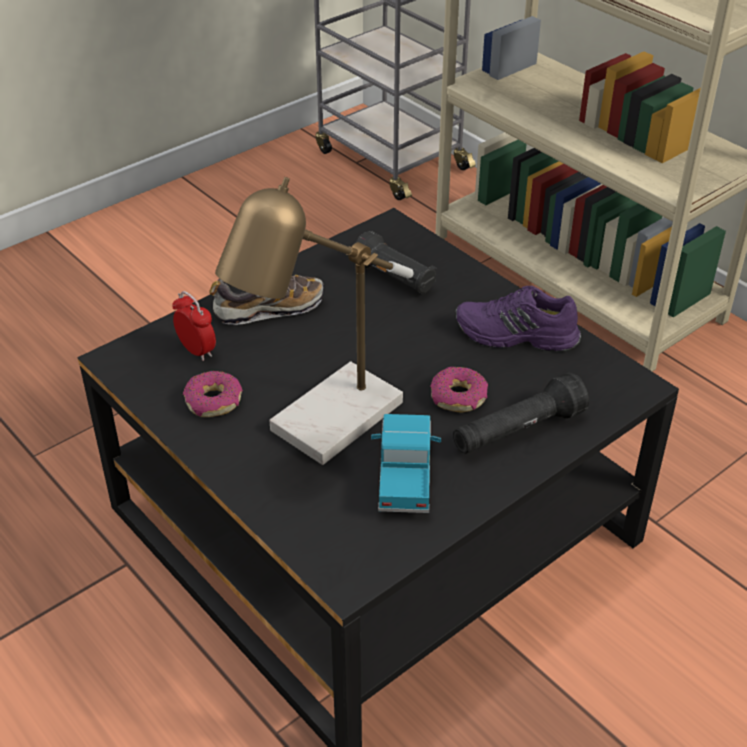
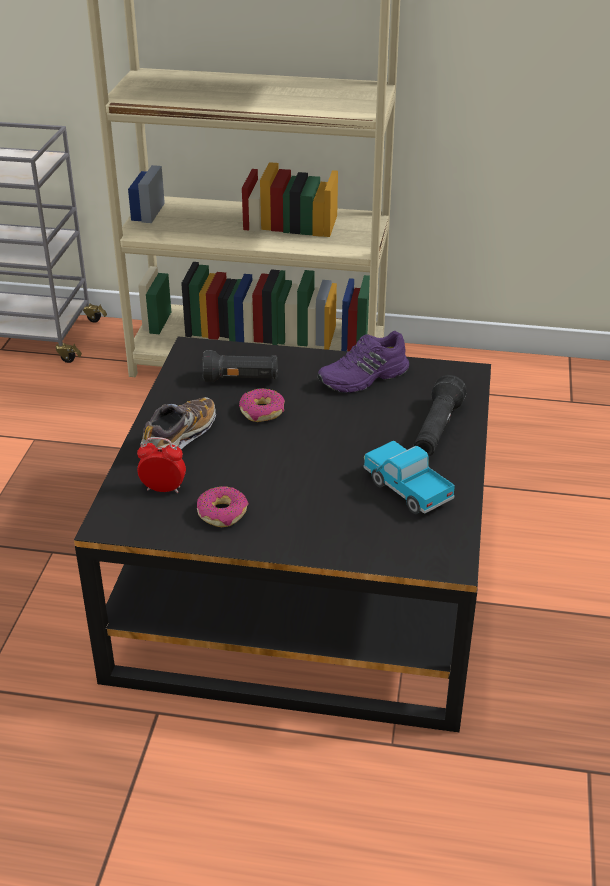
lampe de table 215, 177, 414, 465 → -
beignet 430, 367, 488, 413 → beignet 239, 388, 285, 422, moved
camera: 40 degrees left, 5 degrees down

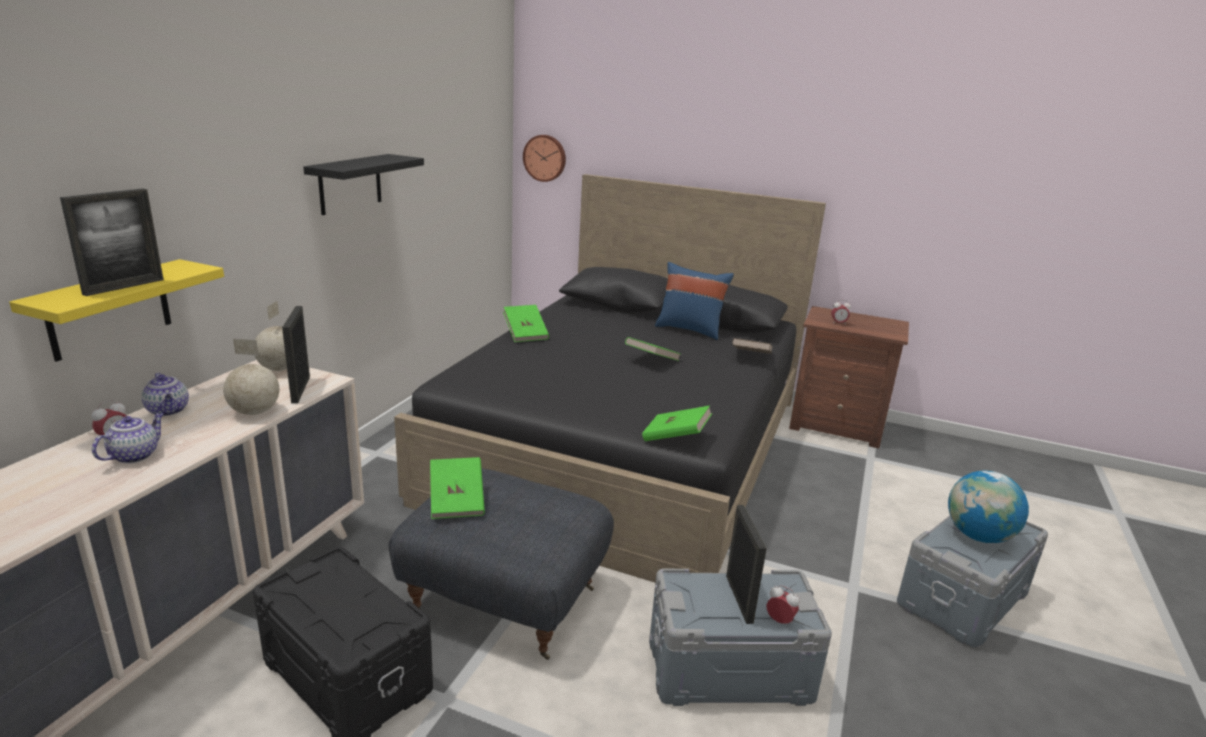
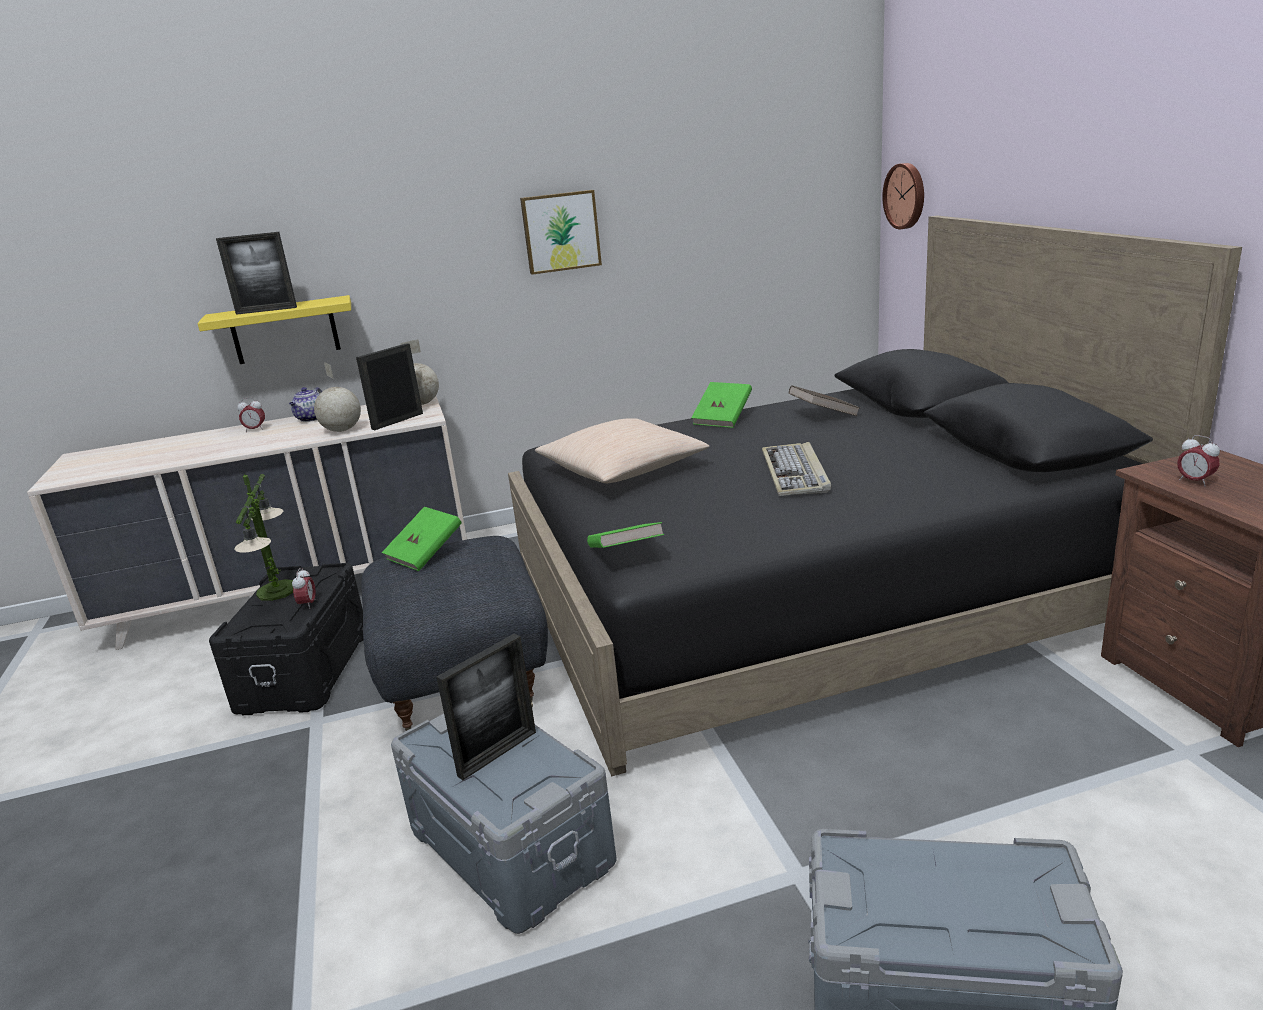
étagère (noir) 303, 154, 424, 215 → tableau 520, 190, 602, 275
coussin (bleu) 655, 262, 734, 340 → -
livre (vert) 625, 337, 680, 361 → clavier 762, 442, 831, 496
livre (marron) 732, 338, 773, 354 → livre (marron) 789, 385, 860, 416, moved
théière 92, 413, 164, 464 → -
globe 948, 470, 1029, 543 → -
réveil 767, 585, 799, 624 → réveil 292, 568, 316, 609, moved
- → coussin (beige) 535, 418, 710, 483
- → lampe de table 234, 474, 293, 601
camera: 55 degrees right, 0 degrees up

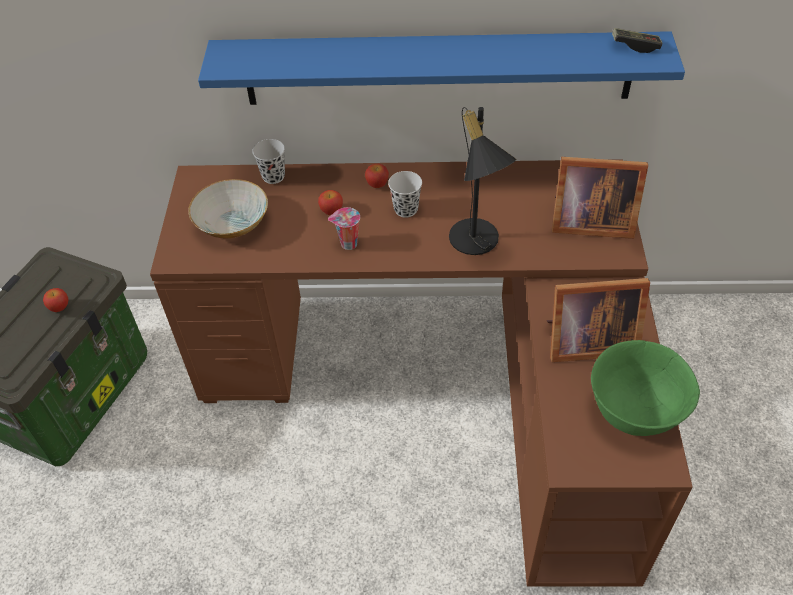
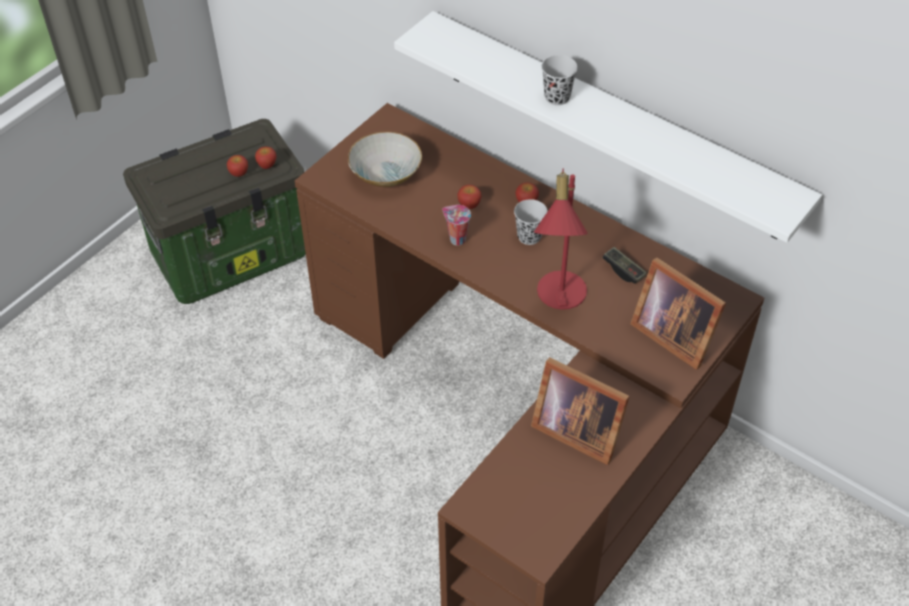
manette 612, 28, 662, 53 → manette 602, 247, 647, 284, moved
étagère (bleu) 198, 31, 685, 105 → étagère (blanc) 394, 11, 822, 243
lampe de table (noir) 449, 107, 516, 255 → lampe de table (rouge) 534, 168, 588, 310
tasse (noir) 252, 139, 285, 184 → tasse (noir) 542, 55, 578, 105, moved
bol (vert) 591, 340, 700, 436 → -
- → pomme 255, 147, 276, 169
camera: 35 degrees right, 0 degrees up

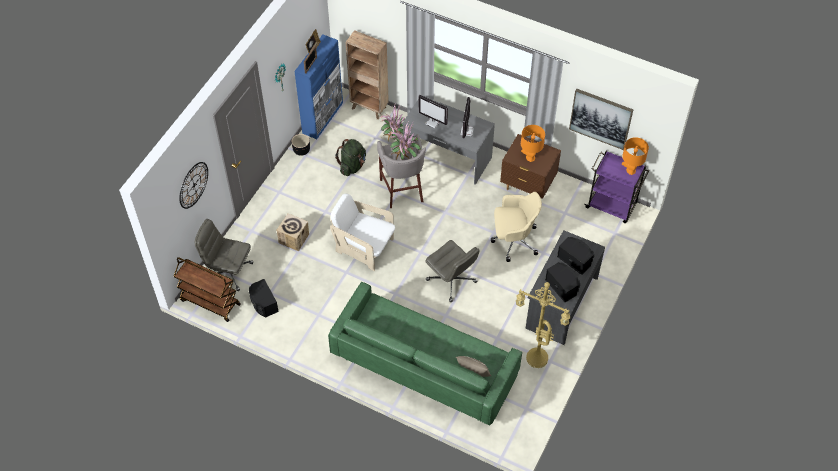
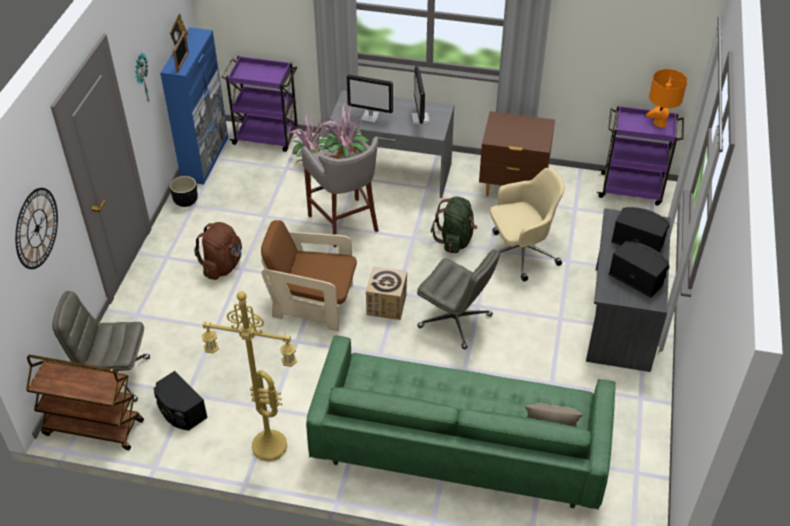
bibliothèque (marron) 346, 30, 389, 119 → chariot (violet) 222, 56, 298, 152
tableau 569, 88, 633, 150 → -
lampe de table (orange) 521, 125, 545, 162 → -
sac à dos (vert) 335, 139, 366, 176 → sac à dos (vert) 431, 197, 478, 253, moved
fauteuil (blanc) 330, 193, 395, 271 → fauteuil (marron) 261, 220, 357, 331
carton 276, 213, 309, 251 → carton 366, 266, 407, 320, moved
lampadaire (jaune) 516, 282, 570, 368 → lampadaire (jaune) 202, 291, 297, 462, moved
- → sac à dos (marron) 194, 222, 242, 280
camera: 15 degrees left, 10 degrees down

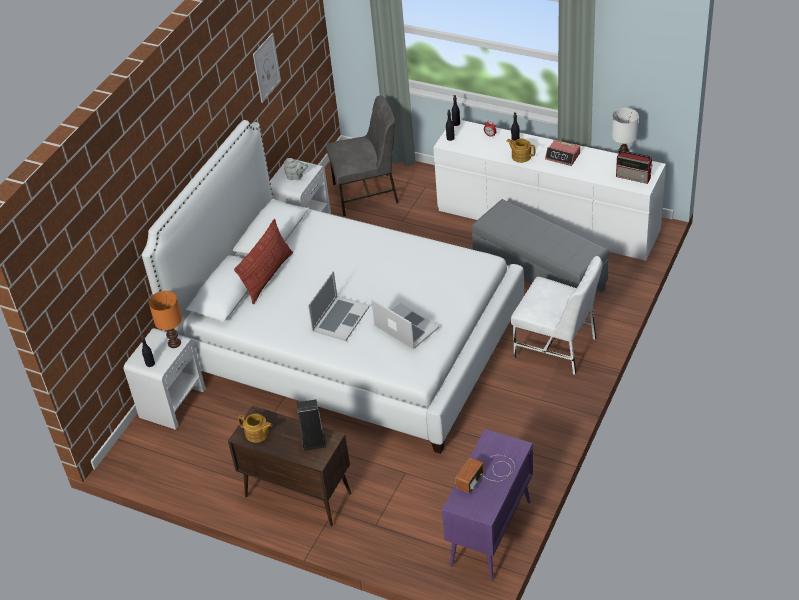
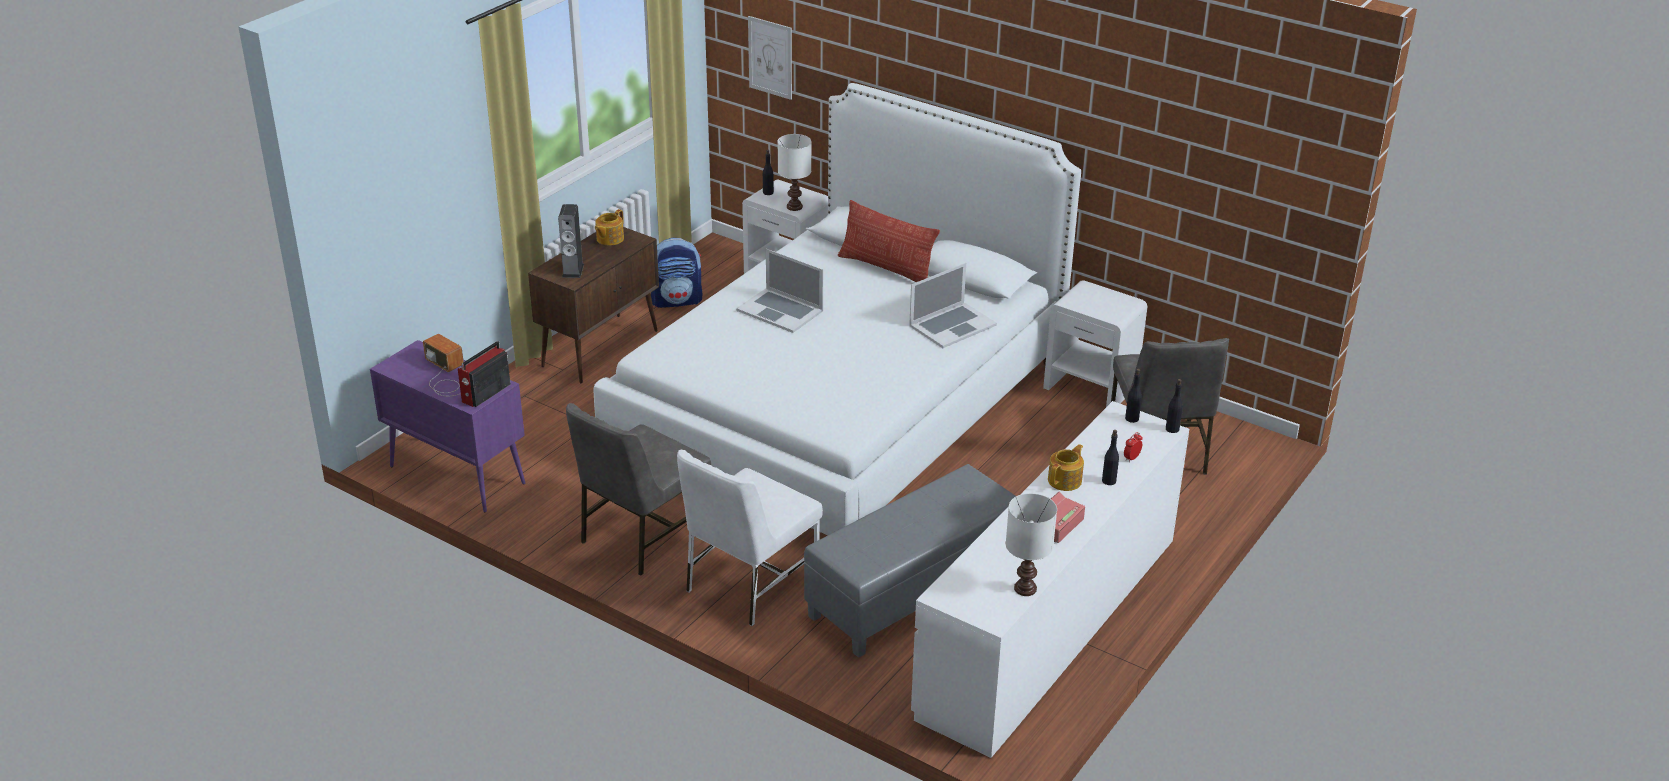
tableau 253, 33, 281, 103 → tableau 748, 16, 792, 100, moved
radio 616, 150, 653, 184 → radio 458, 341, 510, 407, moved
théière (gris) 284, 158, 308, 180 → -
lampe de table (orange) 149, 291, 182, 348 → lampe de table (blanc) 777, 134, 811, 211
ordinateur portable 371, 299, 439, 349 → ordinateur portable 909, 263, 997, 348, moved
- → sac à dos 651, 238, 702, 308
- → chaise (gris) 566, 403, 712, 576
camera: 95 degrees right, 10 degrees down

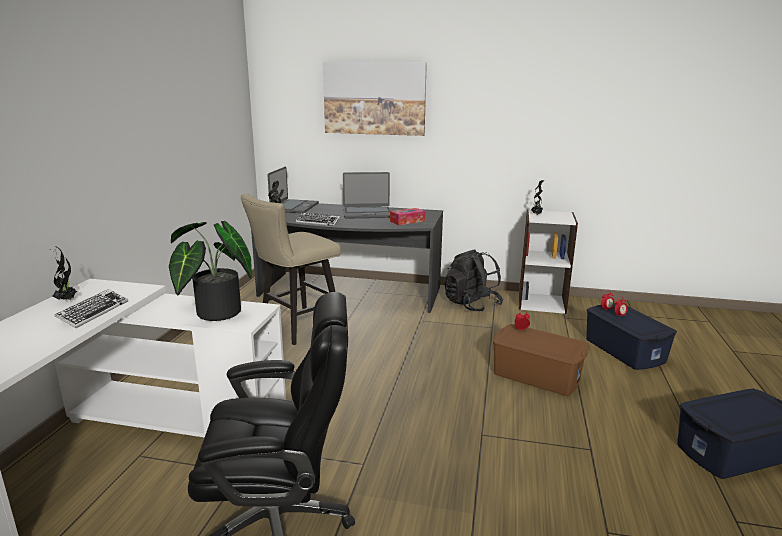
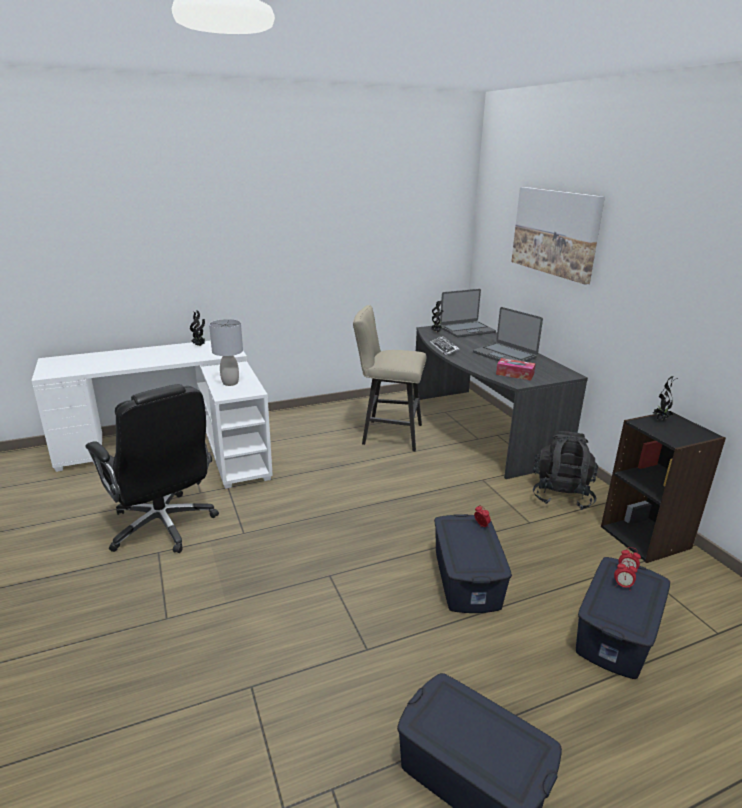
bibliothèque (blanc) 519, 210, 578, 314 → bibliothèque (noir) 601, 411, 726, 563
plante en pot 169, 221, 252, 321 → lampe de table (gris) 209, 319, 243, 386
clavier 55, 289, 128, 328 → -
boîte de rangement (marron) 493, 324, 589, 396 → boîte de rangement (bleu) 434, 514, 512, 613
camera: 55 degrees right, 5 degrees up

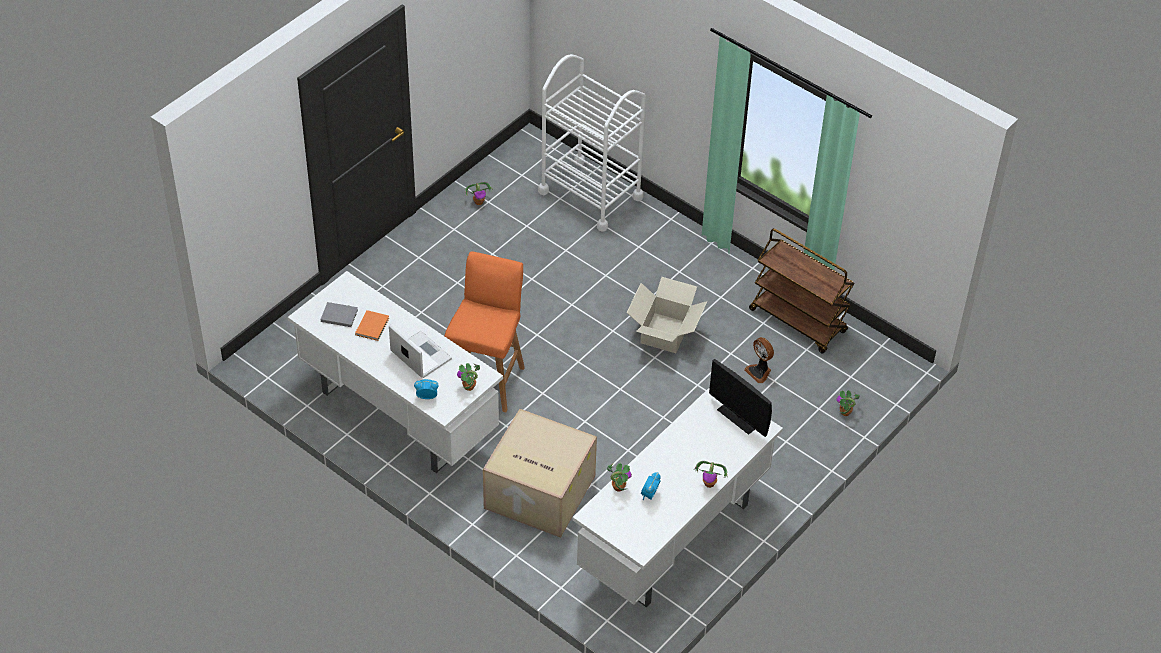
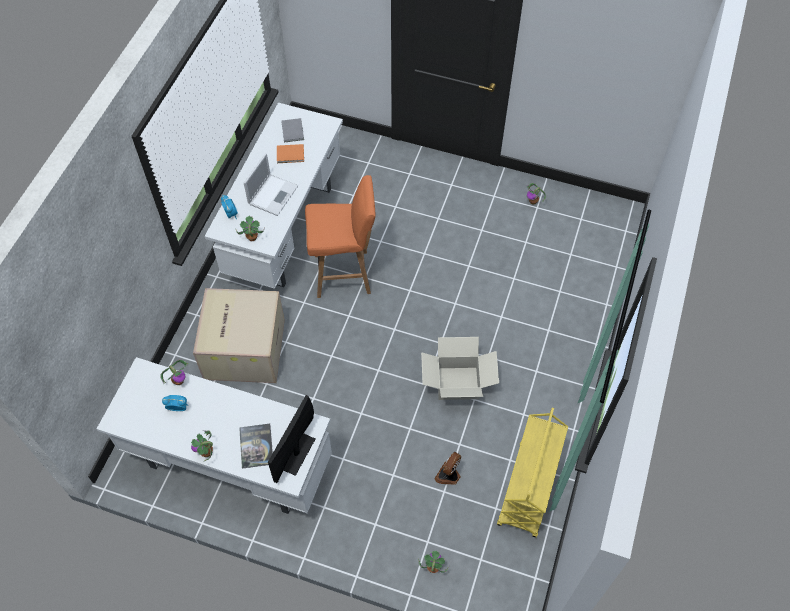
chariot (blanc) 538, 54, 646, 232 → -
chariot (marron) 749, 228, 855, 354 → chariot (jaune) 497, 408, 568, 537
- → livre 239, 424, 273, 469
camera: 70 degrees right, 10 degrees up

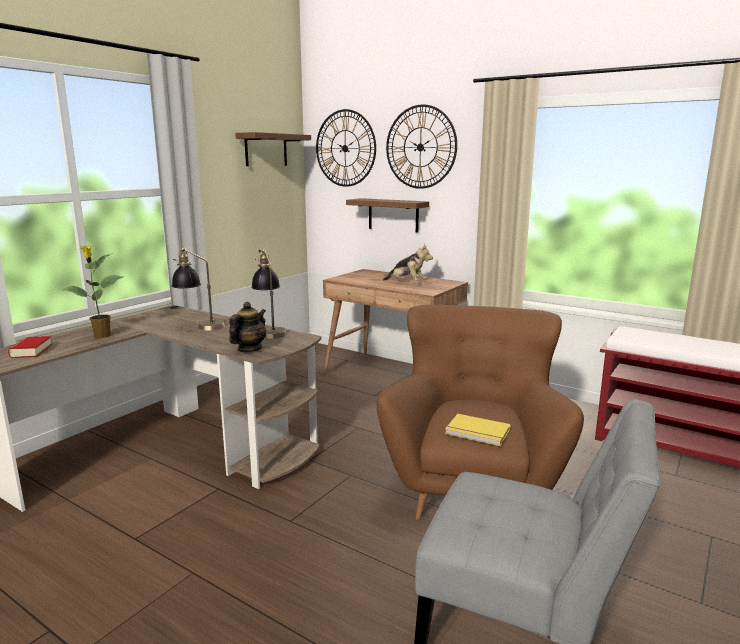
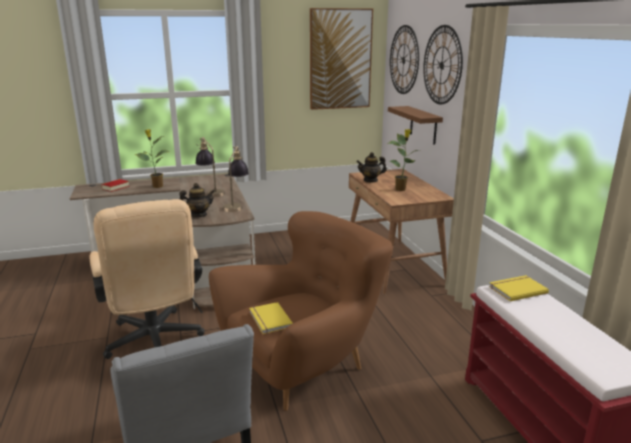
étagère (marron) 235, 132, 311, 166 → tableau 310, 8, 373, 110
peluche 383, 244, 433, 281 → plante en pot 387, 129, 419, 191
- → théière 356, 152, 387, 182
- → chaise de bureau (beige) 90, 199, 204, 359
- → livre (jaune) 489, 275, 549, 301
camera: 40 degrees right, 5 degrees up

